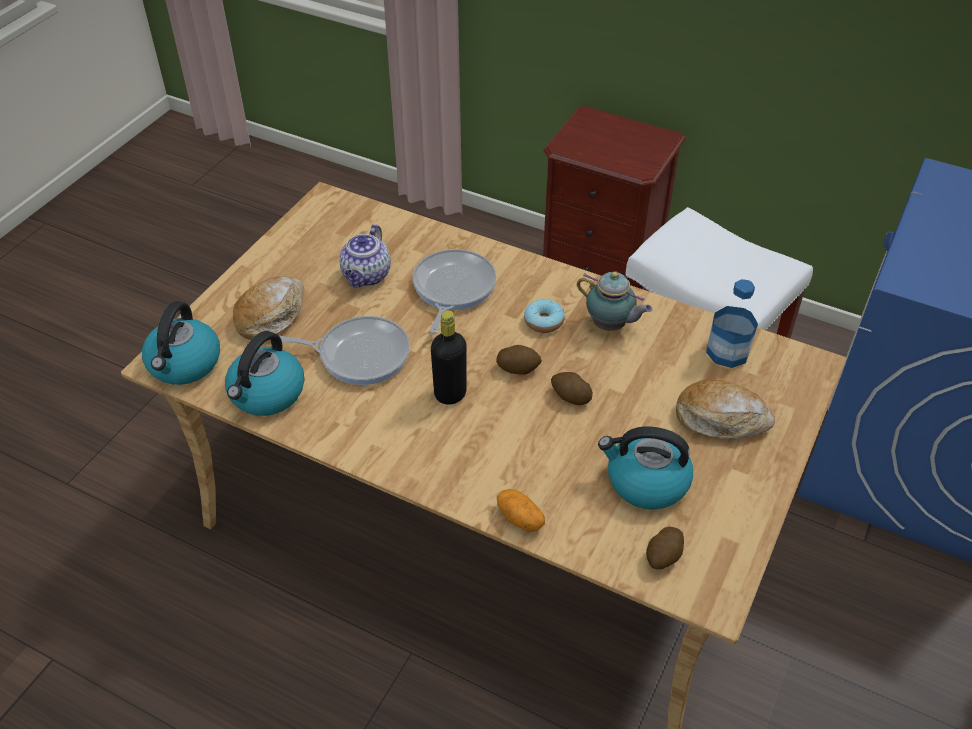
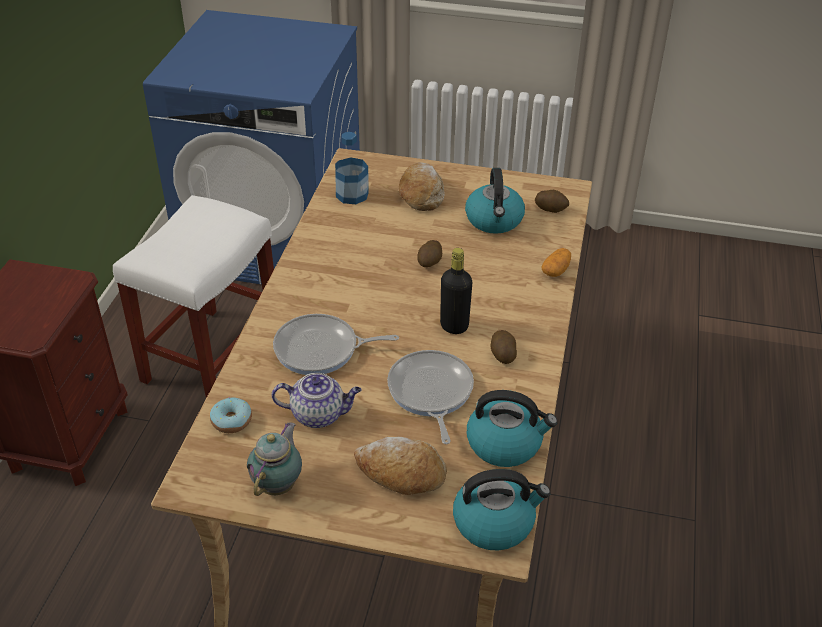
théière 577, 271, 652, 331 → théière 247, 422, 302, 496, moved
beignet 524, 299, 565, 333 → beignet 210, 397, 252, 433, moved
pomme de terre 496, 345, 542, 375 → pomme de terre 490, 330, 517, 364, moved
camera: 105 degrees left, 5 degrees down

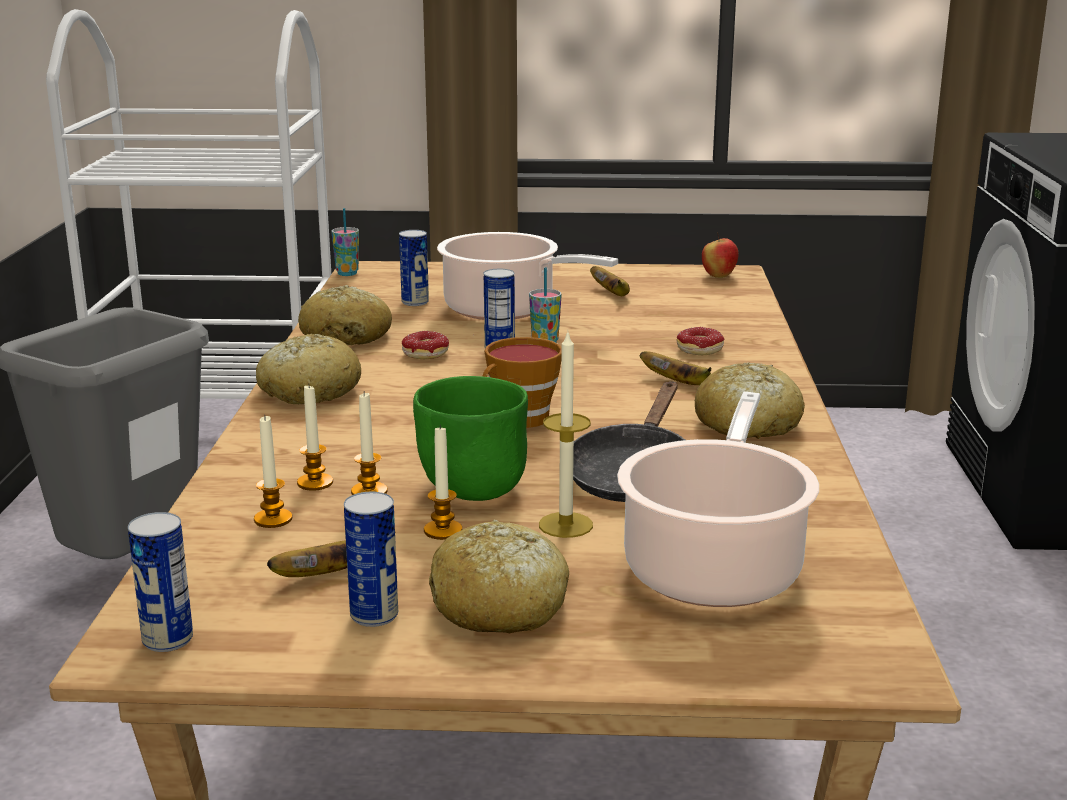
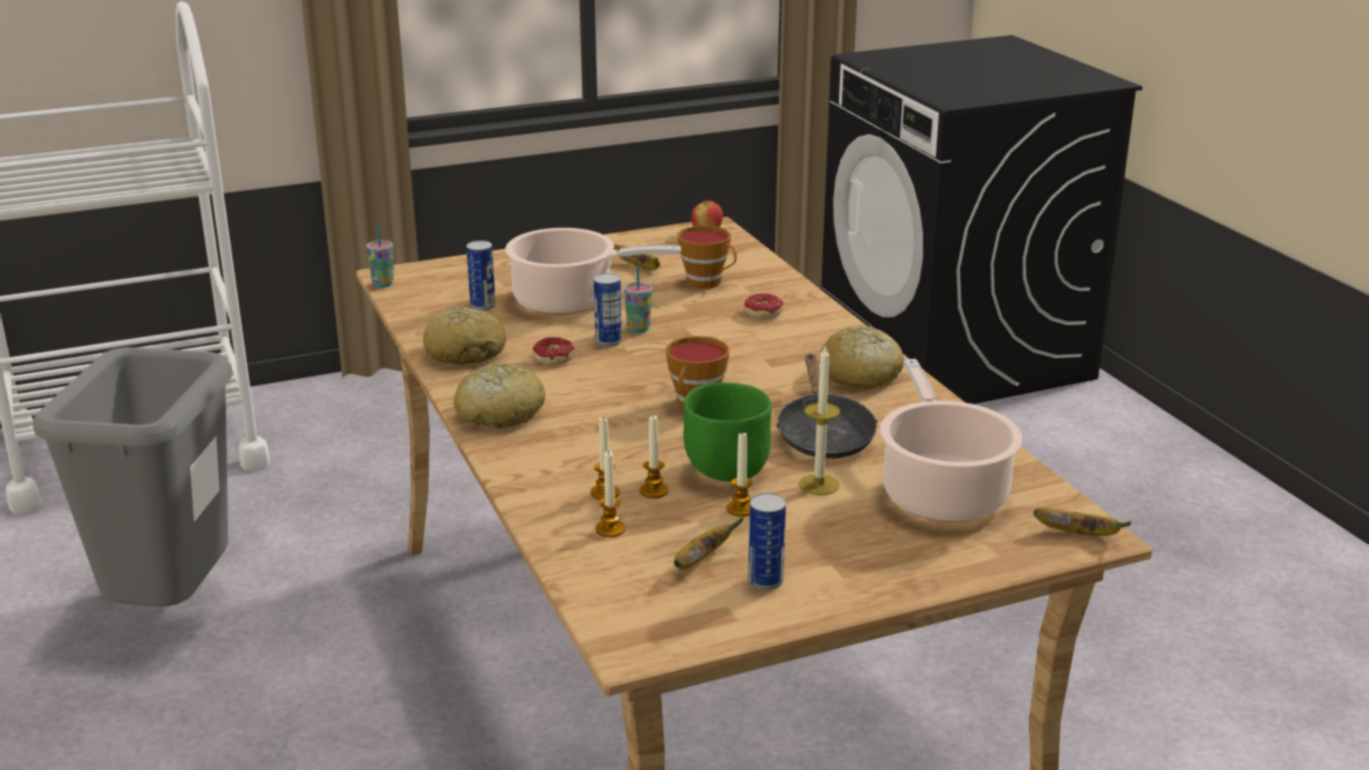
banane 639, 351, 711, 385 → banane 1034, 508, 1132, 536, moved
boîte métallique 128, 512, 193, 652 → -
pain 429, 520, 569, 633 → -
- → tasse 677, 225, 737, 289
camera: 25 degrees left, 5 degrees up

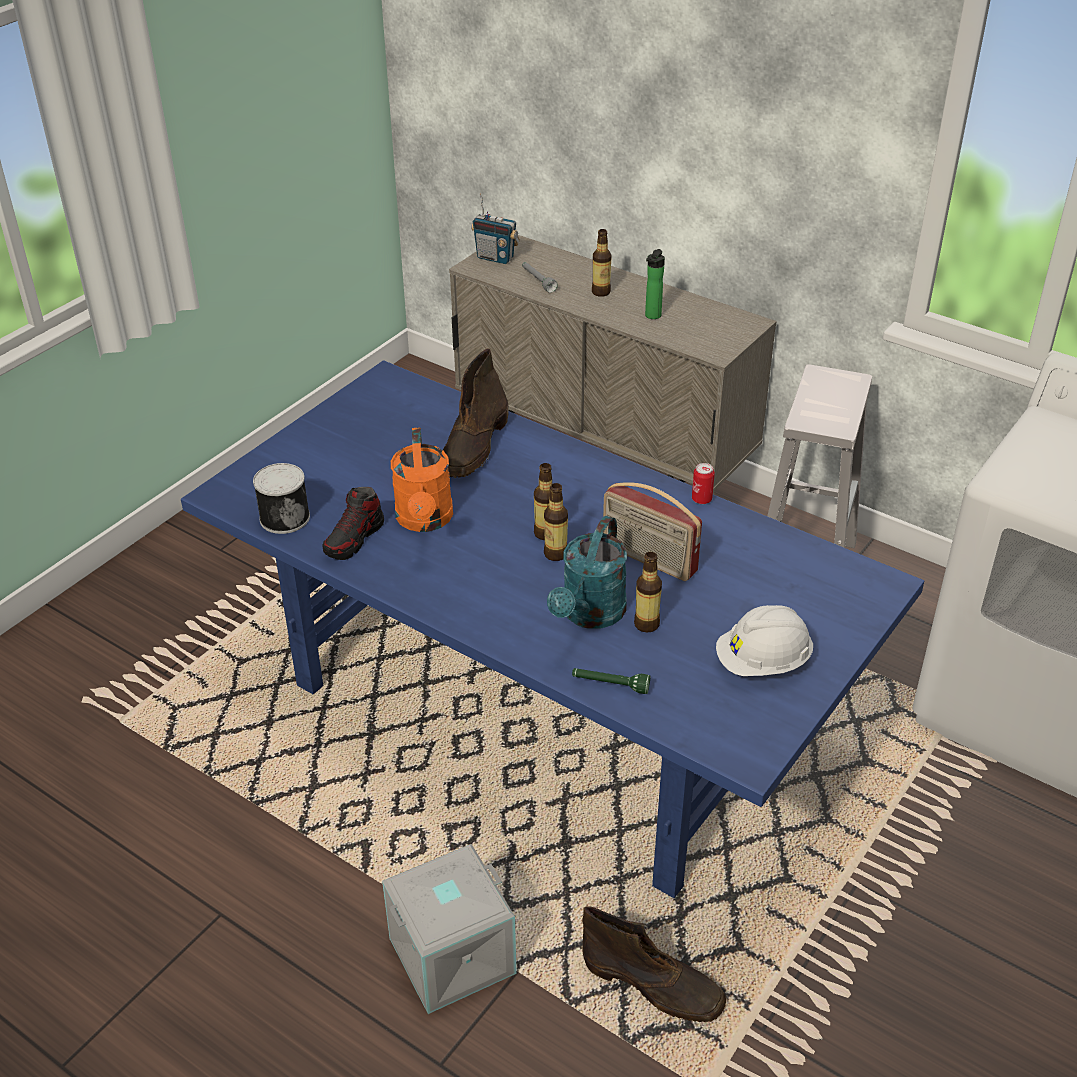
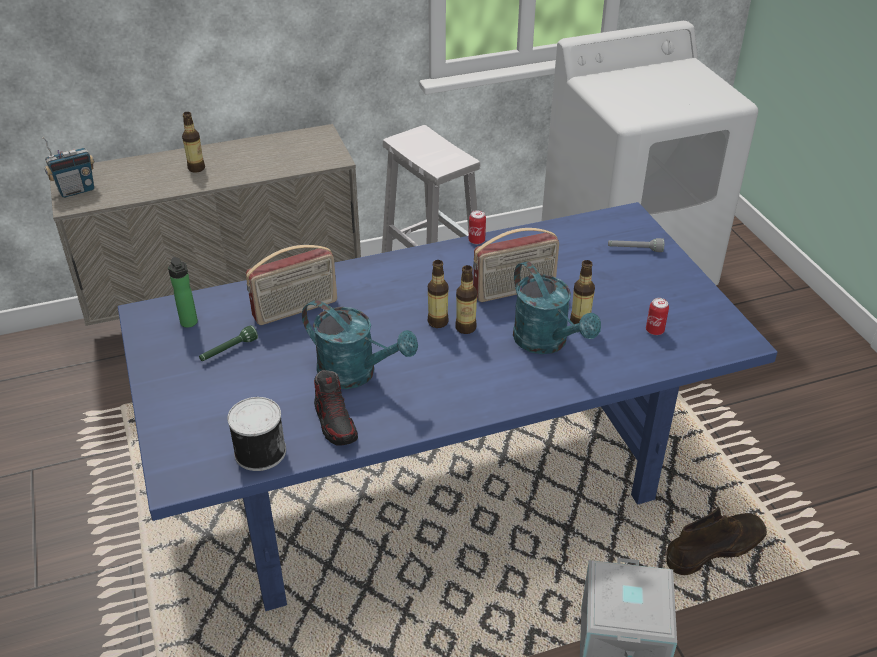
bouteille 645, 249, 665, 319 → bouteille 168, 257, 198, 328, moved
lampe de poche (gris) 522, 262, 558, 293 → lampe de poche (gris) 608, 238, 664, 252, moved
botte (marron) 443, 348, 509, 478 → radio 246, 245, 337, 325
arrosoir (orange) 391, 427, 453, 532 → arrosoir (turquoise) 302, 300, 418, 389
casque de chantier (blanc) 716, 605, 813, 676 → -
lampe de poche (vert) 572, 668, 650, 694 → lampe de poche (vert) 199, 325, 258, 361, moved
- → boîte métallique 646, 298, 669, 335
camera: 55 degrees left, 0 degrees up

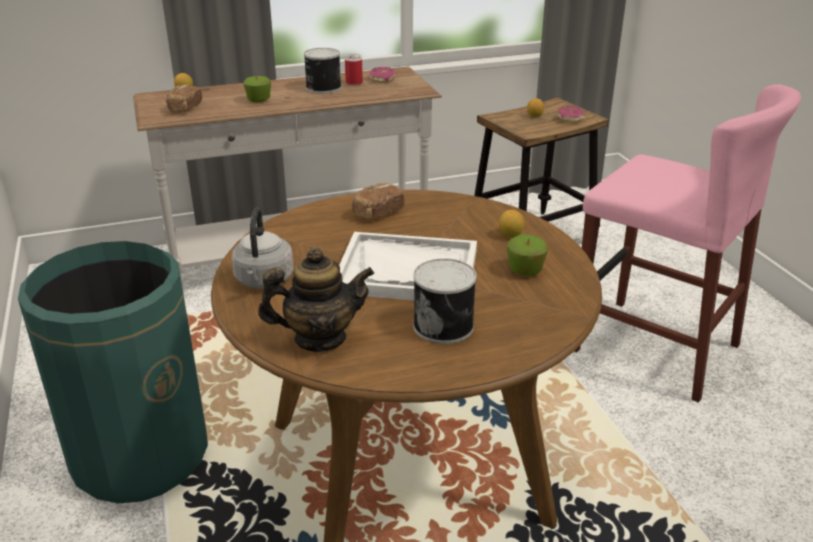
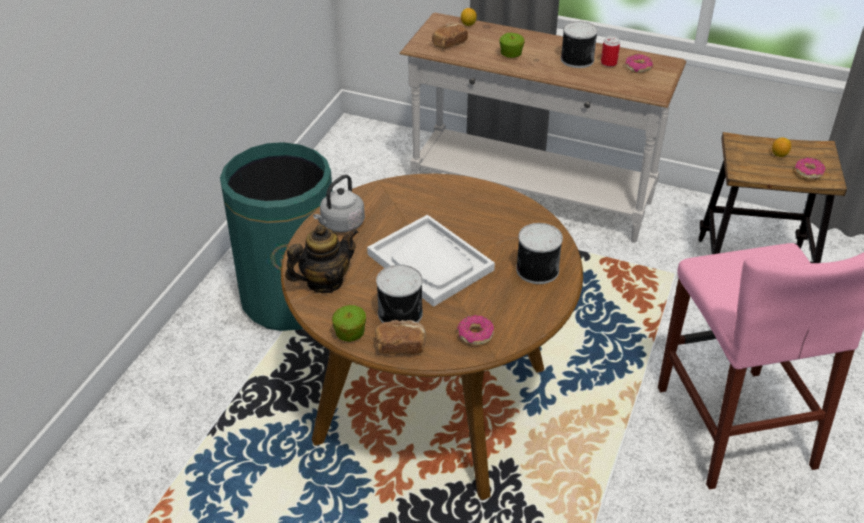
pain 352, 183, 405, 220 → pain 375, 320, 426, 354, moved
citron 499, 210, 525, 238 → boîte métallique 516, 223, 563, 284
pomme 507, 234, 548, 276 → pomme 332, 305, 366, 342, moved
théière 258, 247, 374, 352 → théière 285, 224, 358, 293, 60 degrees counterclockwise
- → beignet 457, 315, 494, 345
camera: 40 degrees right, 10 degrees up

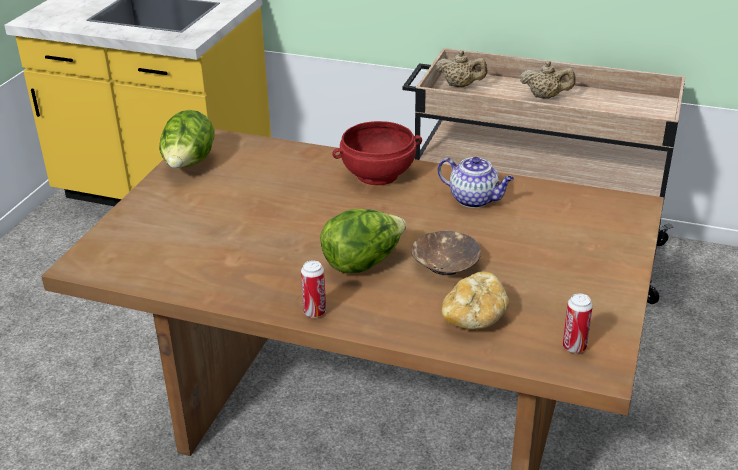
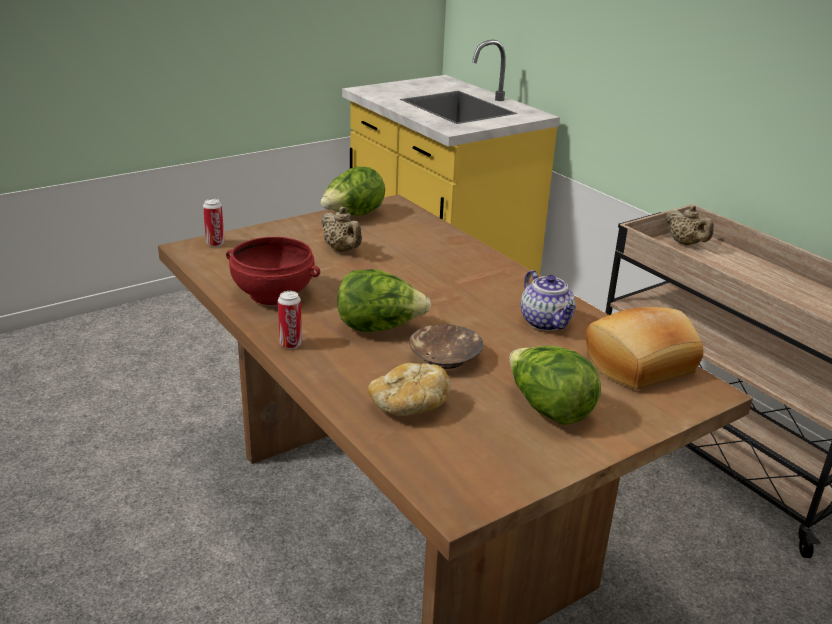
théière (beige) 520, 61, 576, 99 → théière (beige) 321, 207, 362, 252, moved
bol (rouge) 332, 121, 422, 185 → bol (rouge) 226, 237, 320, 305, moved
boîte métallique 563, 293, 593, 353 → boîte métallique 203, 199, 225, 247, moved
- → pain 585, 307, 703, 389
- → laitue 509, 346, 601, 425
camera: 35 degrees right, 5 degrees down

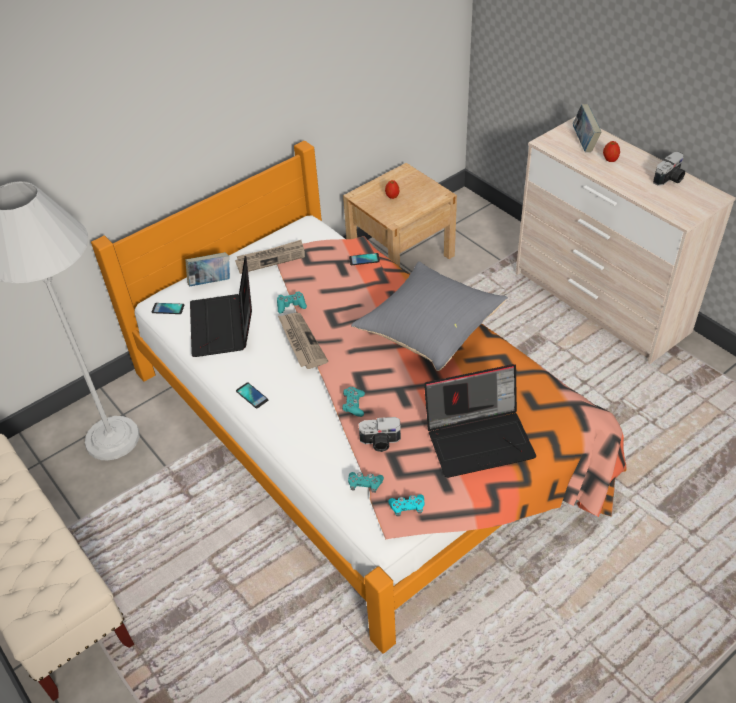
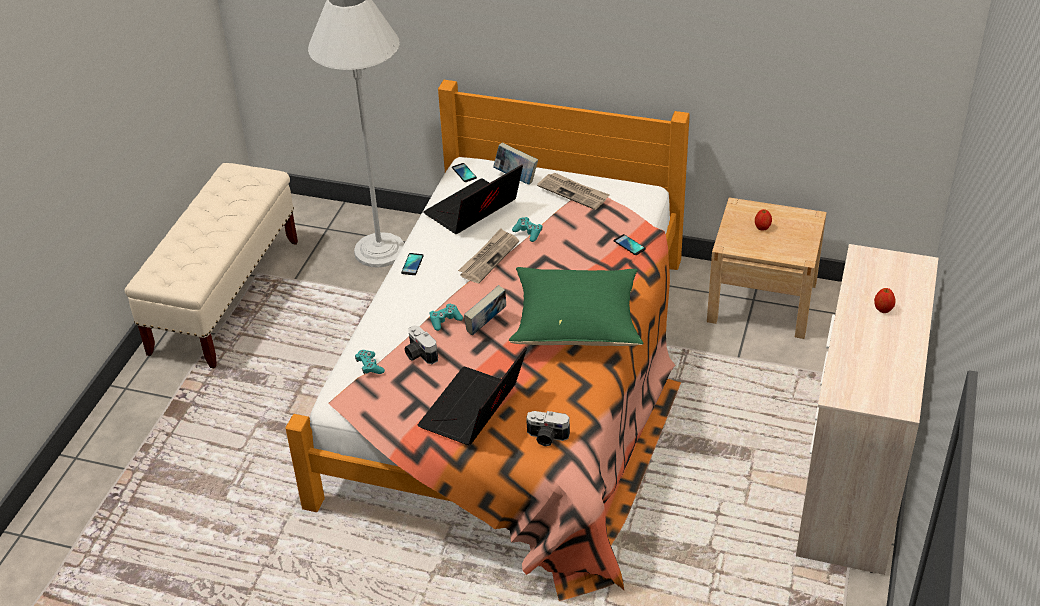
livre 573, 104, 601, 152 → livre 464, 285, 506, 336, moved
appareil photo 653, 152, 685, 186 → appareil photo 526, 411, 570, 446, moved
coussin (gris) 351, 261, 508, 371 → coussin (vert) 509, 267, 643, 346
ordinateur portable 424, 364, 536, 478 → ordinateur portable 417, 347, 527, 445, 75 degrees clockwise
manette (turquoise) 388, 494, 425, 517 → -
camera: 55 degrees right, 5 degrees down

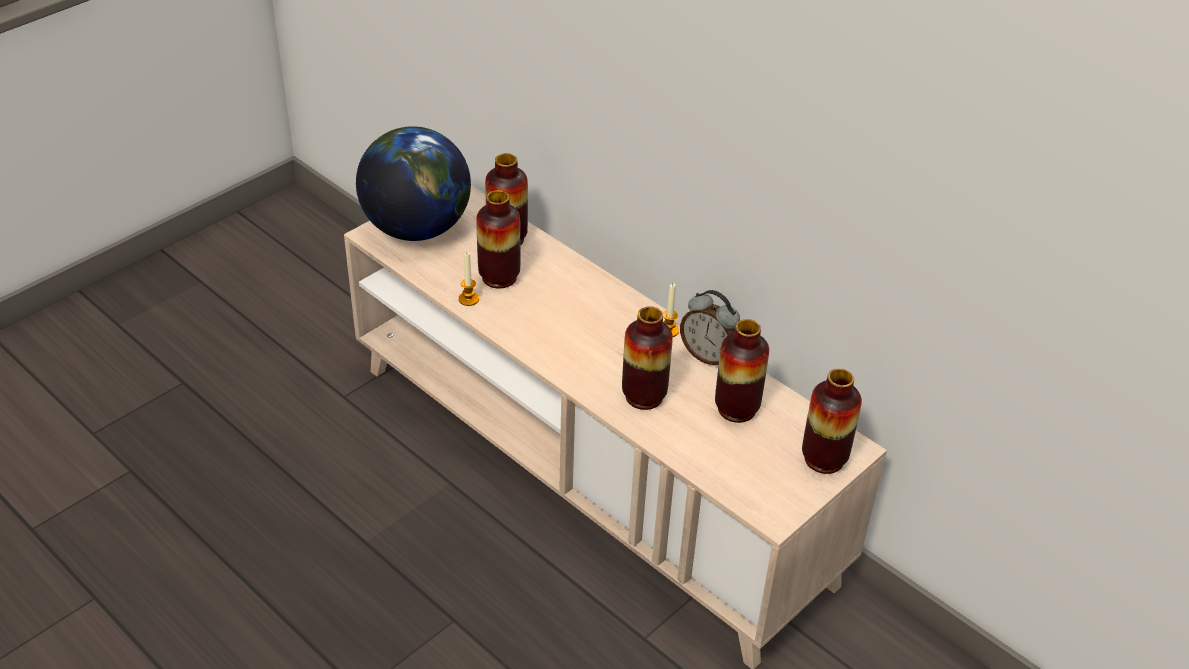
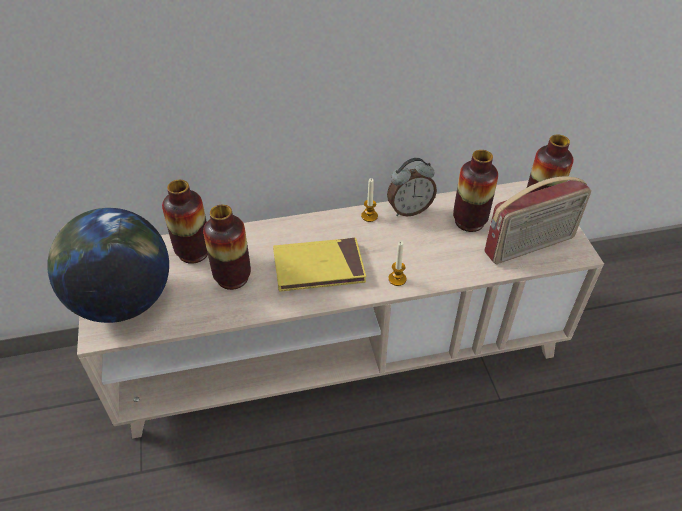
bougie 459, 253, 479, 306 → bougie 388, 241, 407, 286, moved
vase 622, 306, 673, 410 → -
- → radio 484, 176, 591, 264
- → livre (jaune) 273, 238, 366, 292
camera: 55 degrees left, 5 degrees up

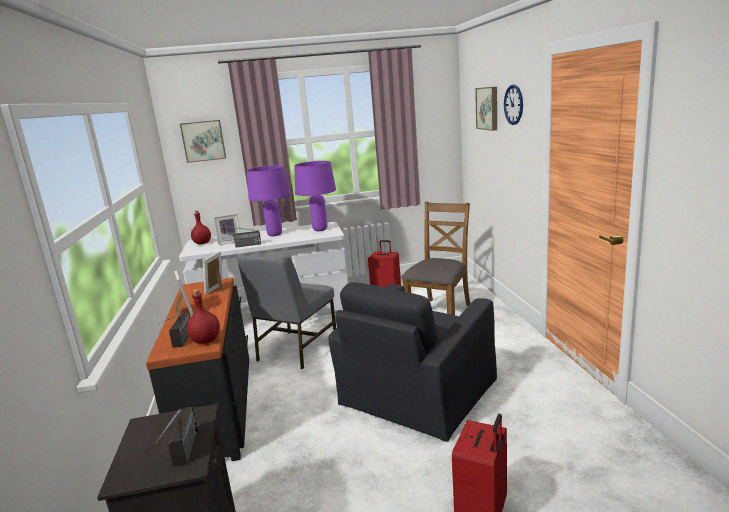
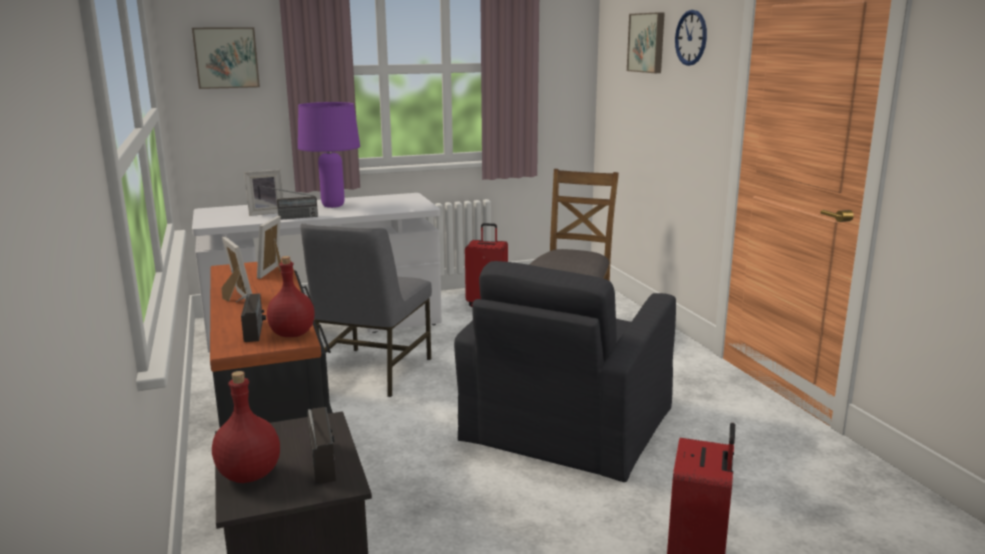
lampe de table (violet) 294, 161, 336, 231 → -
bouteille (rouge) 191, 211, 211, 244 → bouteille (rouge) 212, 371, 280, 483, moved
camera: 10 degrees left, 0 degrees up

